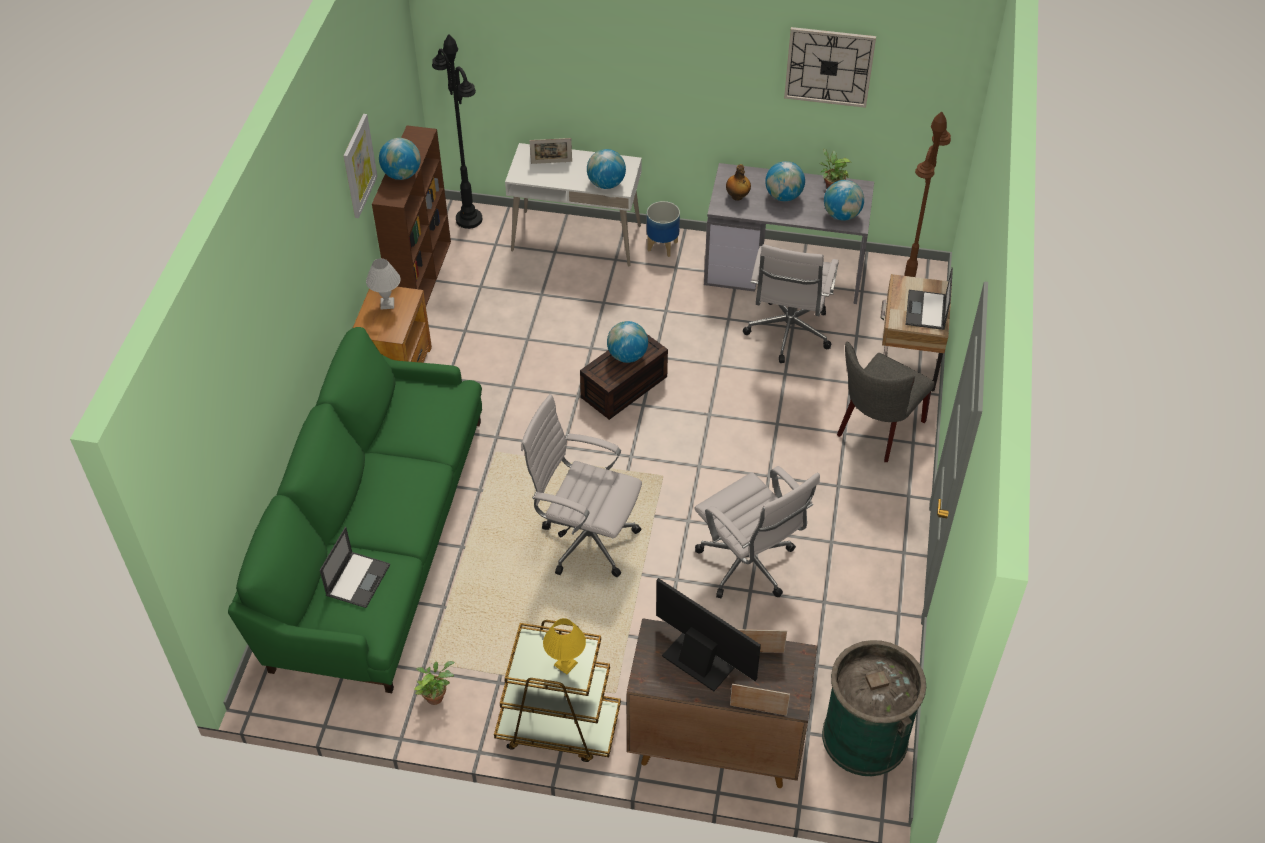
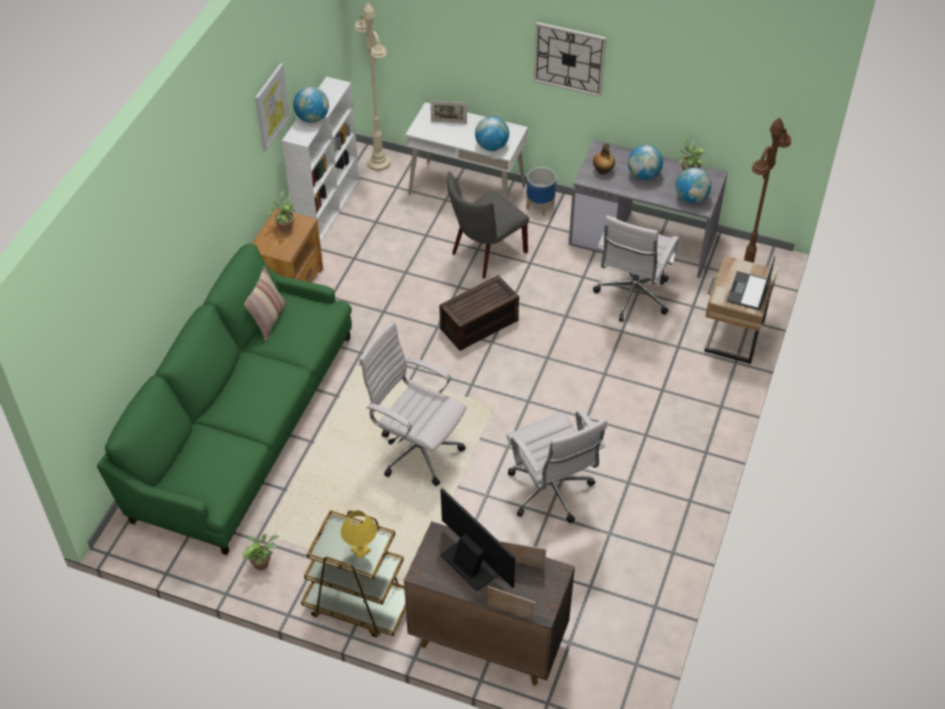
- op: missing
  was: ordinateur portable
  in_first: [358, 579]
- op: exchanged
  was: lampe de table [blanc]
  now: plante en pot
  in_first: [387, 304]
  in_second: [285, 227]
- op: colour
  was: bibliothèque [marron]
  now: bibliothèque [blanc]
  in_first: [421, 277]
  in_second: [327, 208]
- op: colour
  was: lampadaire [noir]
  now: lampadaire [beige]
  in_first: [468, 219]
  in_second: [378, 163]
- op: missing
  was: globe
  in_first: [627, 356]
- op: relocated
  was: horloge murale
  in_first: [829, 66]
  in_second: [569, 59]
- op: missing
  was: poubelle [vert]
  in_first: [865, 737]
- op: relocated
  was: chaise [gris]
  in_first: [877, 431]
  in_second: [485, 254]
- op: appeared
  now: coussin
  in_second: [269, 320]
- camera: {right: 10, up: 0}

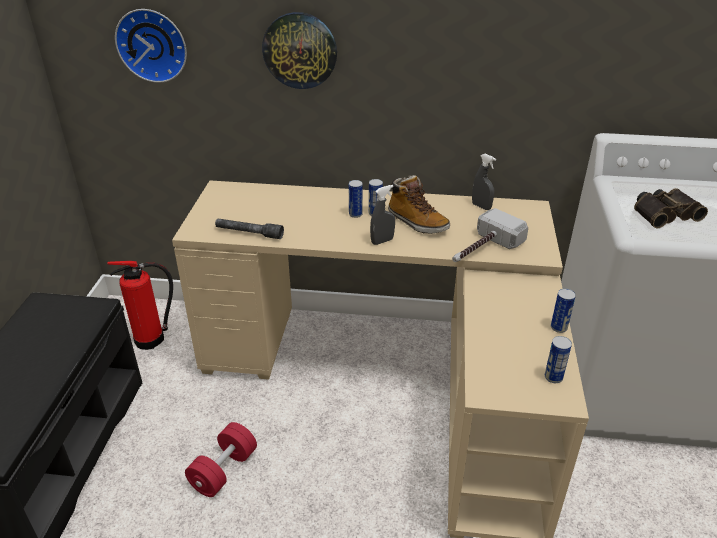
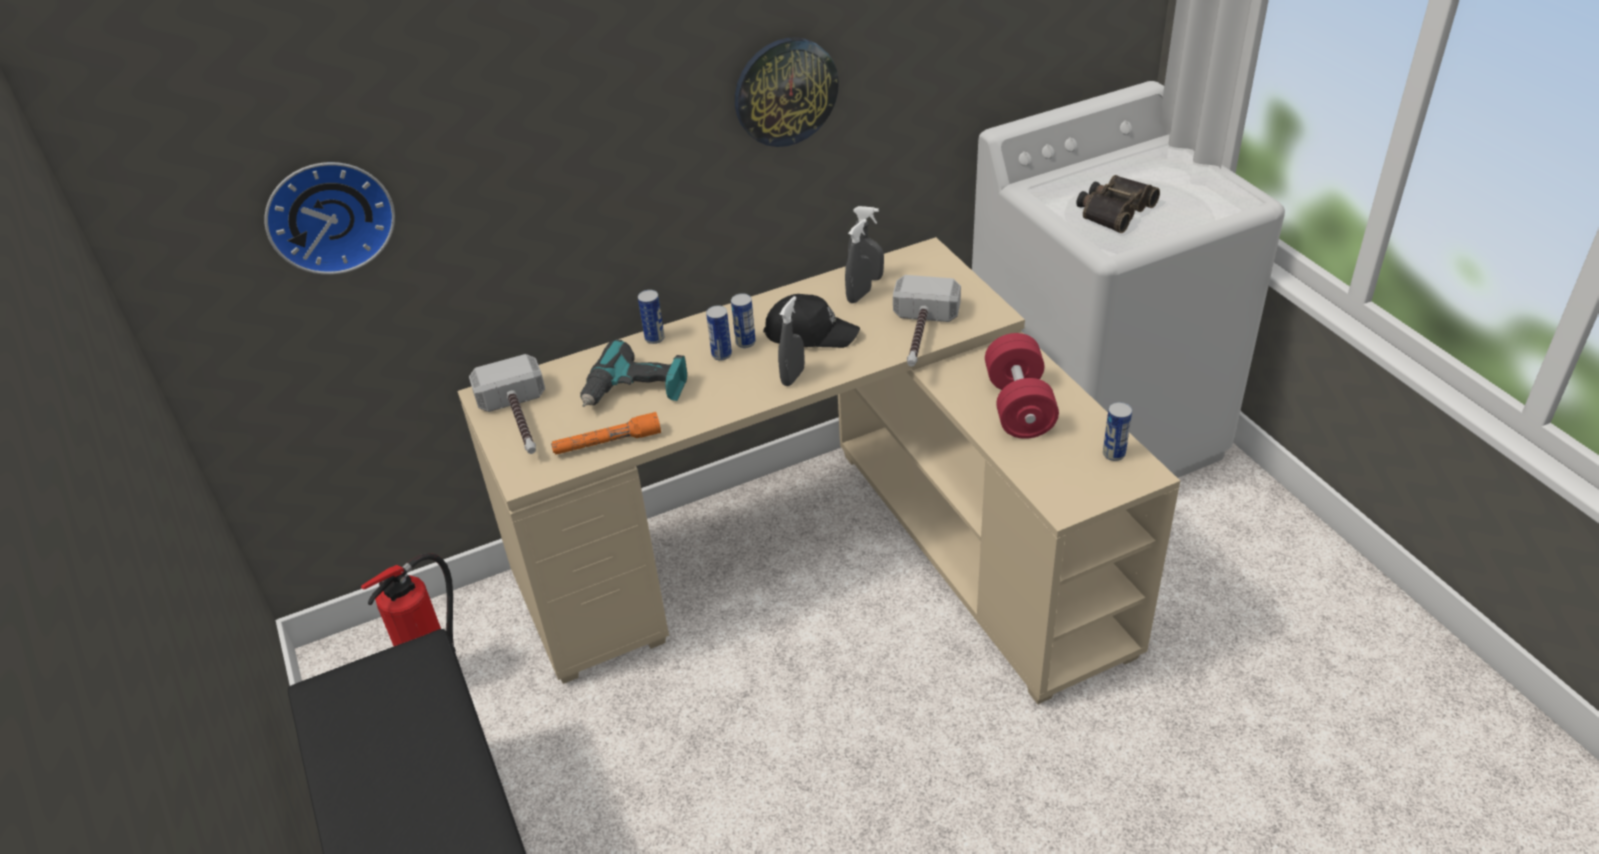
- op: relocated
  was: haltère [rouge]
  in_first: [224, 470]
  in_second: [1019, 406]
- op: colour
  was: lampe de poche [gris]
  now: lampe de poche [orange]
  in_first: [249, 233]
  in_second: [607, 443]
- op: relocated
  was: horloge murale
  in_first: [300, 50]
  in_second: [785, 91]
- op: exchanged
  was: botte
  now: casquette [noir]
  in_first: [417, 222]
  in_second: [810, 333]
- op: relocated
  was: boîte métallique
  in_first: [558, 327]
  in_second: [654, 338]
- op: appeared
  now: marteau
  in_second: [520, 422]
- op: appeared
  now: perceuse
  in_second: [636, 391]
- op: appeared
  now: vaporisateur [gris]
  in_second: [859, 296]
- camera: {right: -30, up: 5}

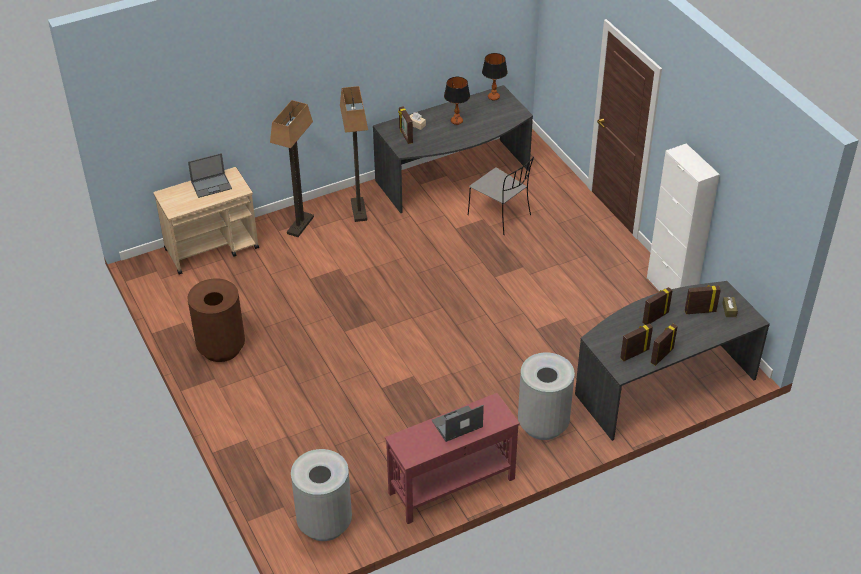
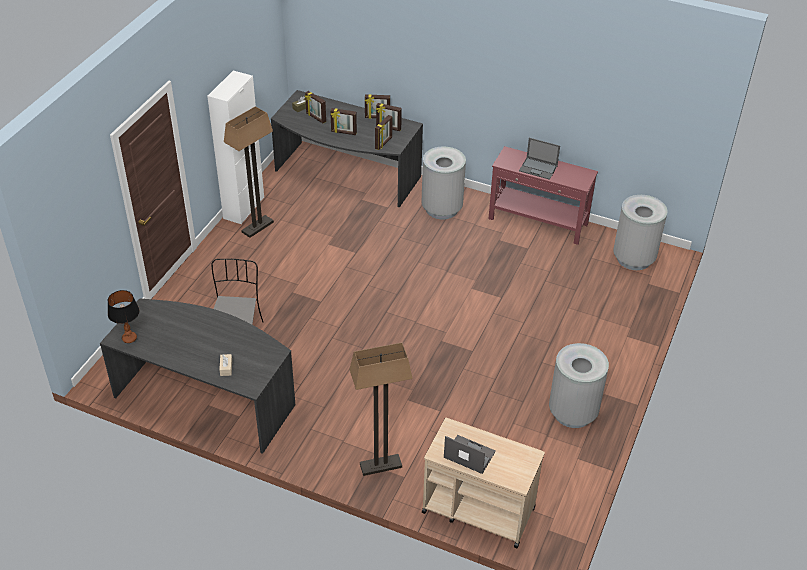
- op: colour
  was: poubelle [marron]
  now: poubelle [gris]
  in_first: [221, 348]
  in_second: [573, 412]
- op: relocated
  was: lampadaire
  in_first: [359, 210]
  in_second: [257, 227]
- op: relocated
  was: cadre photo
  in_first: [405, 136]
  in_second: [384, 143]
- op: missing
  was: lampe de table
  in_first: [456, 121]
- camera: {right: -130, up: 0}

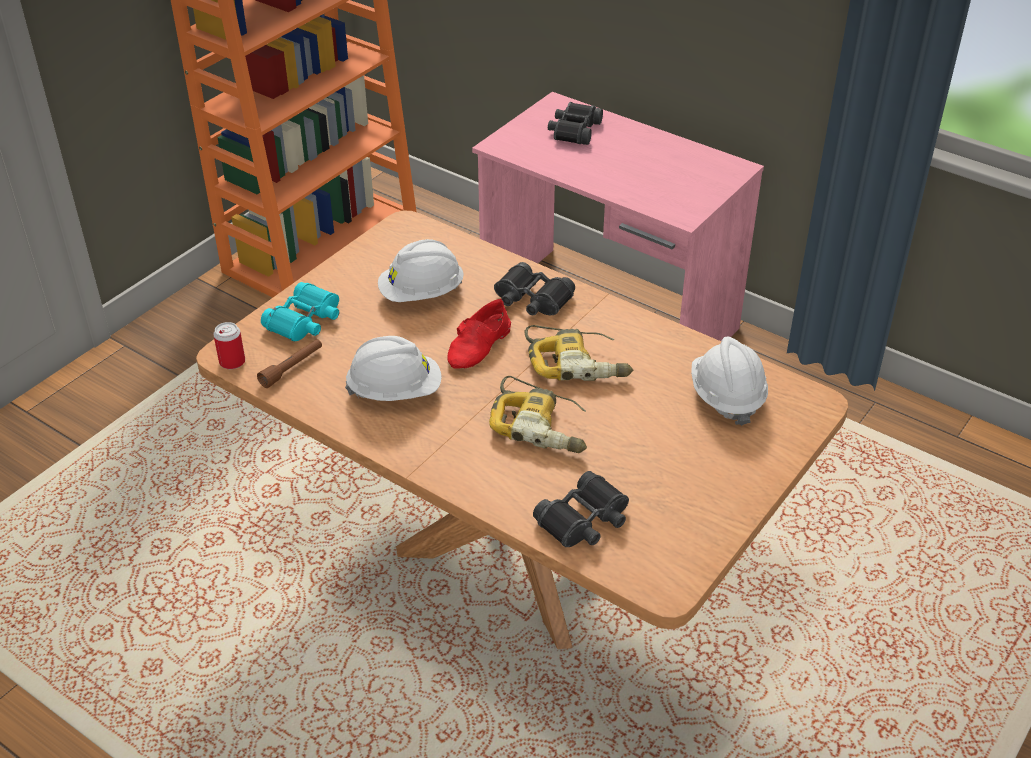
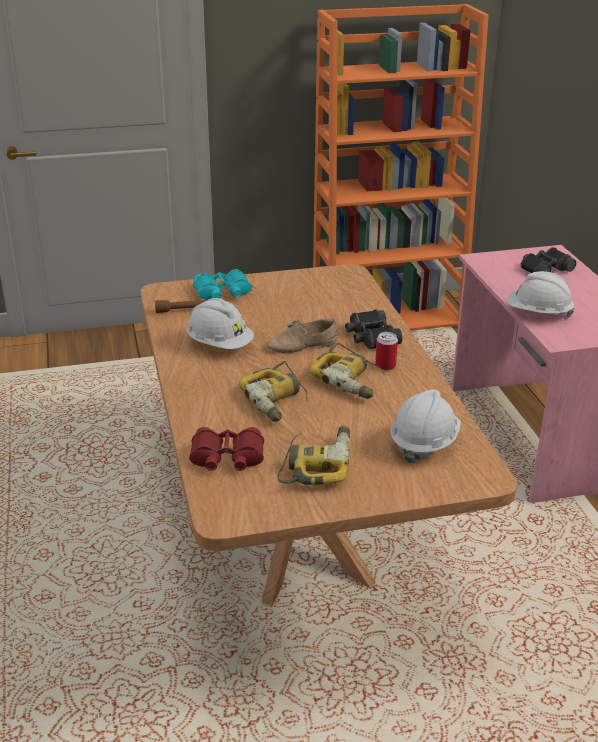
- op: relocated
  was: boîte métallique
  in_first: [232, 362]
  in_second: [385, 365]
- op: relocated
  was: casque de chantier [blanc]
  in_first: [422, 294]
  in_second: [538, 314]
- op: colour
  was: chaussure [rouge]
  now: chaussure [beige]
  in_first: [480, 346]
  in_second: [302, 346]
- op: colour
  was: jumelles [noir]
  now: jumelles [rouge]
  in_first: [584, 520]
  in_second: [227, 458]
- op: appeared
  now: perceuse
  in_second: [316, 463]
- camera: {right: 40, up: -10}

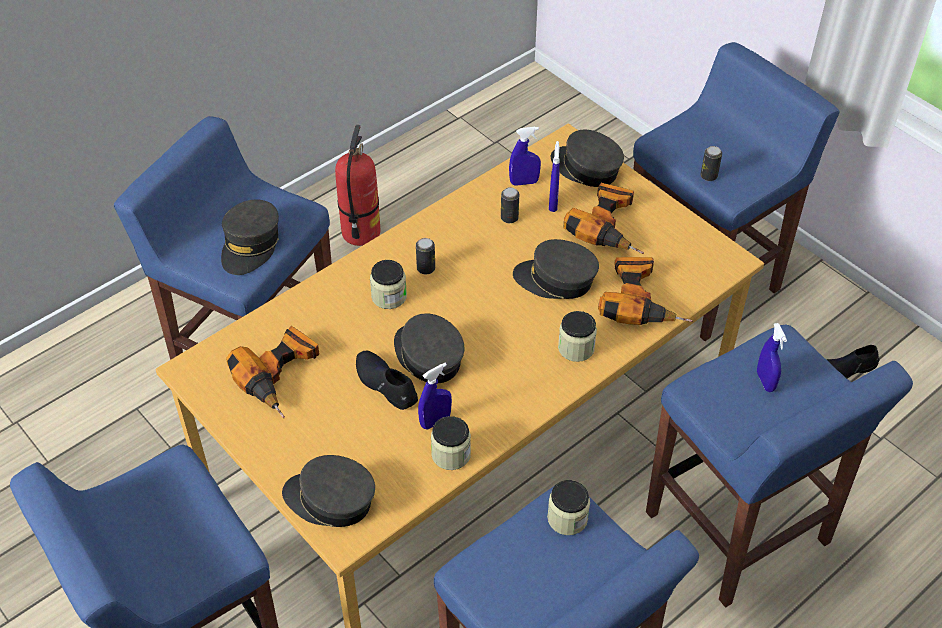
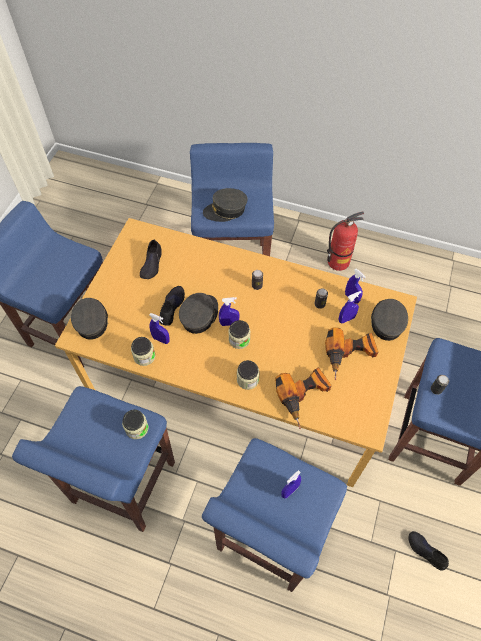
- op: exchanged
  was: perceuse
  now: chaussure [noir]
  in_first: [281, 376]
  in_second: [151, 264]
- op: relocated
  was: bocal
  in_first: [389, 296]
  in_second: [239, 340]
- op: missing
  was: casquette [gris]
  in_first: [556, 280]
- op: appeared
  now: vaporisateur [bleu]
  in_second: [229, 323]
- camera: {right: 60, up: 10}

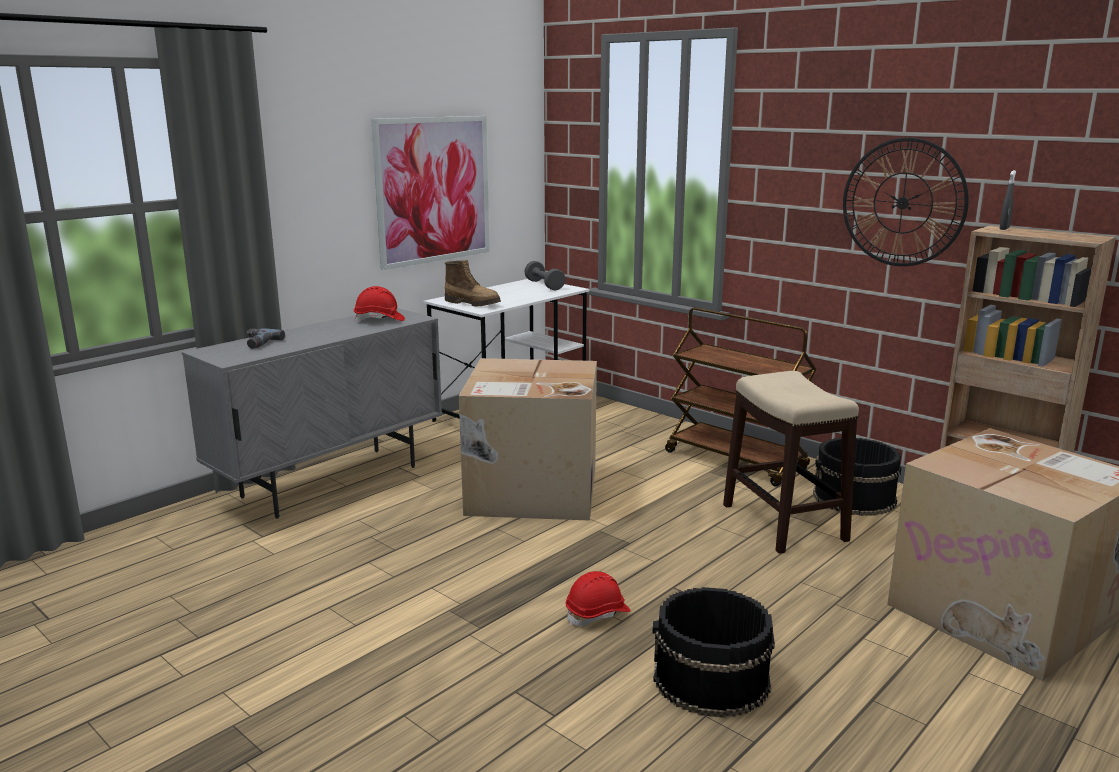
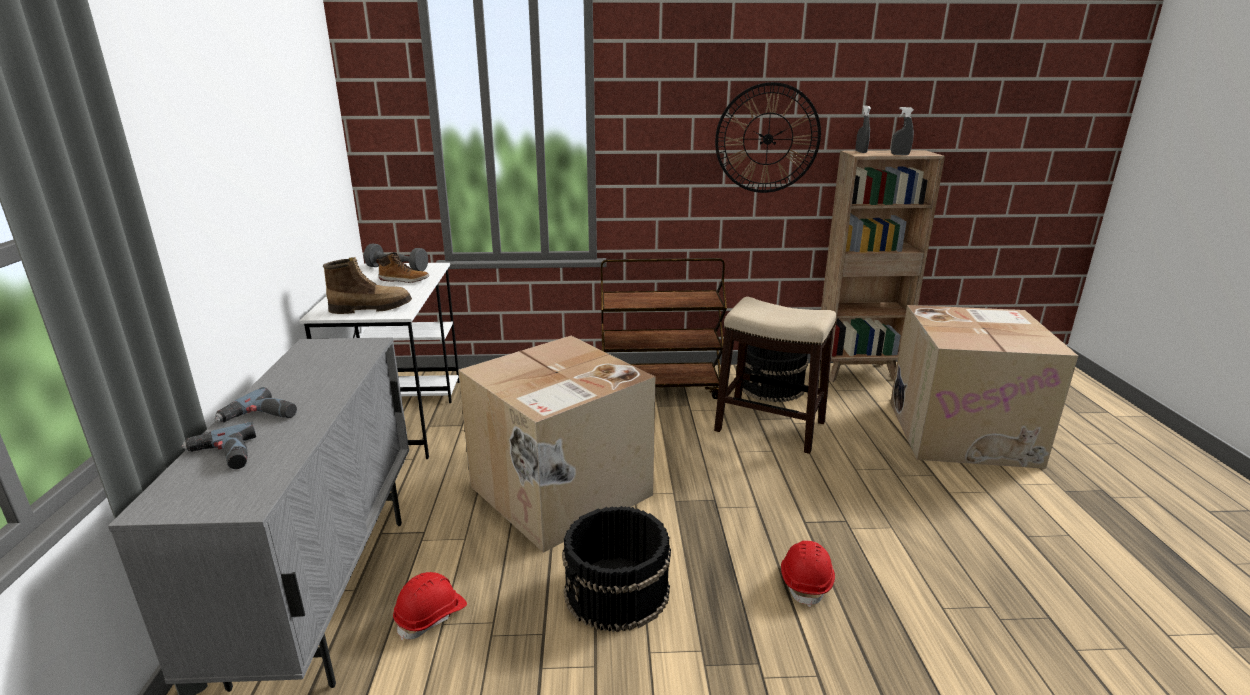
- op: relocated
  was: casque de chantier [rouge]
  in_first: [379, 320]
  in_second: [431, 616]
- op: missing
  was: tableau
  in_first: [433, 190]
- op: relocated
  was: seau [noir]
  in_first: [711, 680]
  in_second: [617, 592]
- op: appeared
  now: perceuse
  in_second: [260, 417]
- op: appeared
  now: botte
  in_second: [404, 280]
- op: appeared
  now: vaporisateur [gris]
  in_second: [900, 154]
- camera: {right: -45, up: 5}

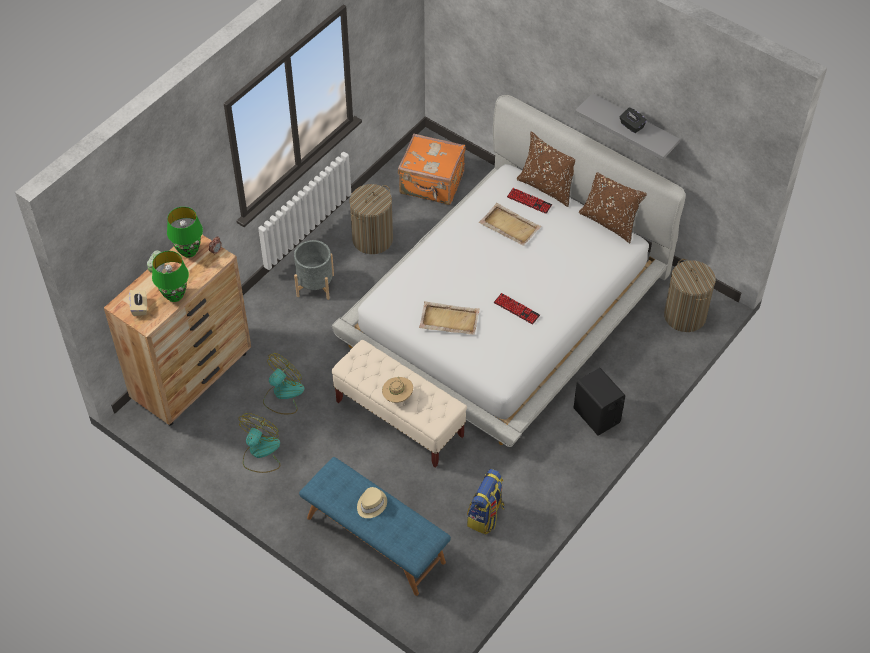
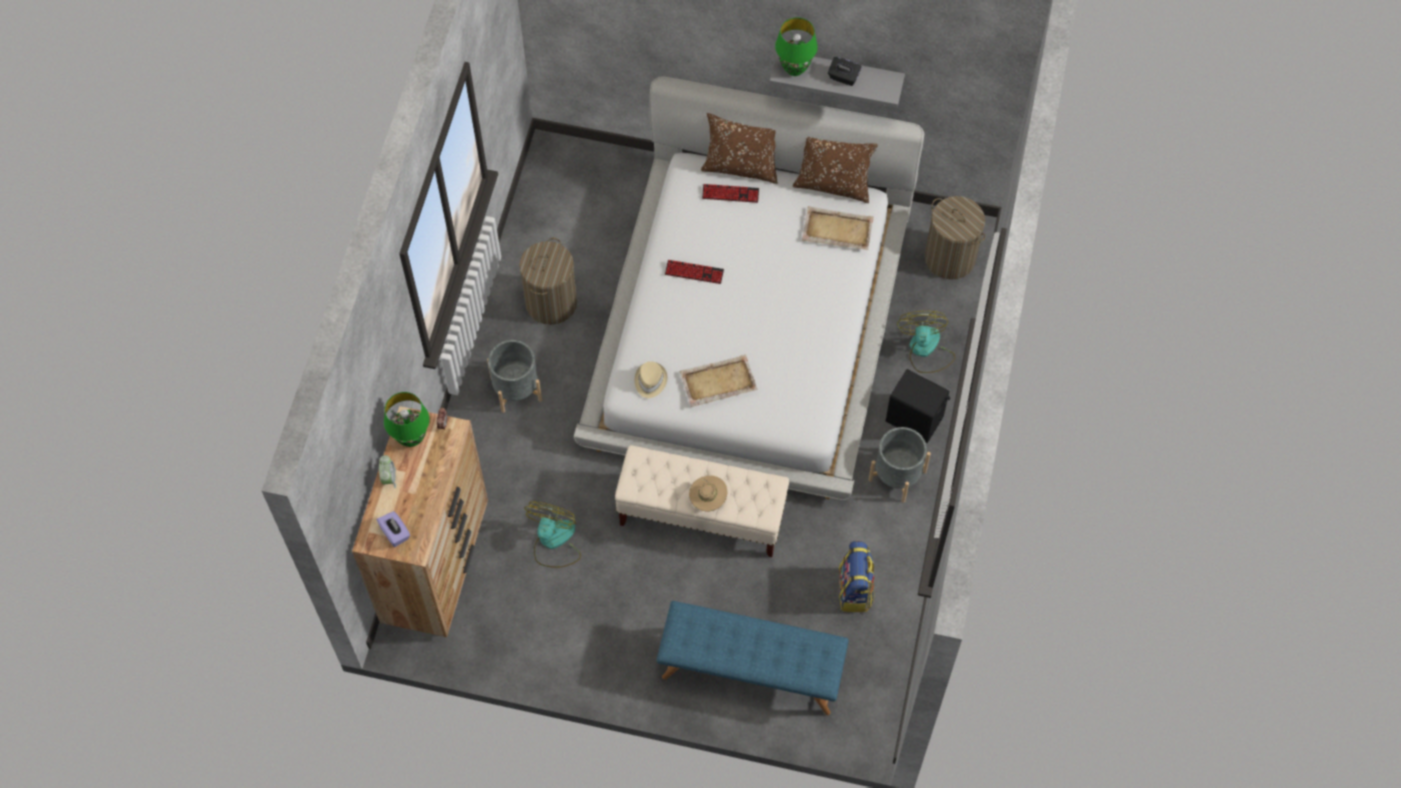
- op: colour
  was: boîte à mouchoirs [beige]
  now: boîte à mouchoirs [violet]
  in_first: [140, 307]
  in_second: [395, 533]
- op: relocated
  was: lampe de table [vert]
  in_first: [175, 296]
  in_second: [795, 69]
- op: relocated
  was: ventilateur
  in_first: [260, 453]
  in_second: [925, 350]
- op: relocated
  was: chapeau [beige]
  in_first: [371, 504]
  in_second: [650, 381]
- op: missing
  was: valise [orange]
  in_first: [432, 184]
- op: relocated
  was: plateau [beige]
  in_first: [509, 225]
  in_second: [836, 229]
- op: relocated
  was: clavier
  in_first: [516, 309]
  in_second: [694, 272]
- op: appeared
  now: cache-pot [gris]
  in_second: [897, 475]
- camera: {right: -25, up: 10}

